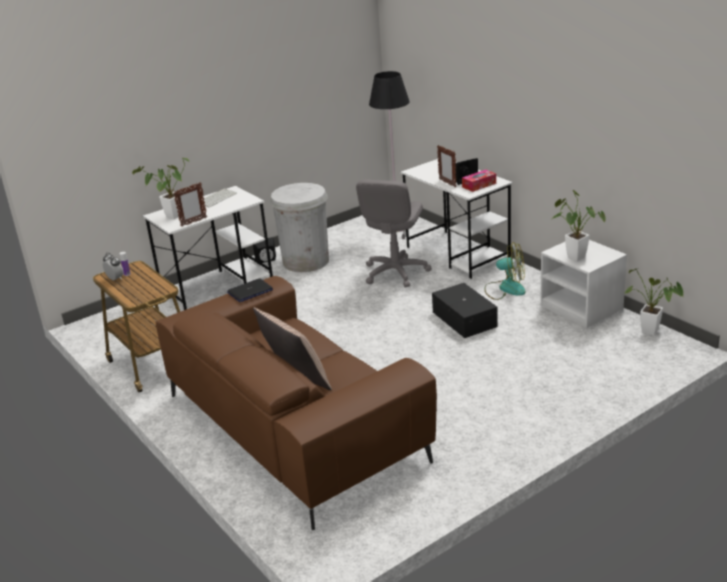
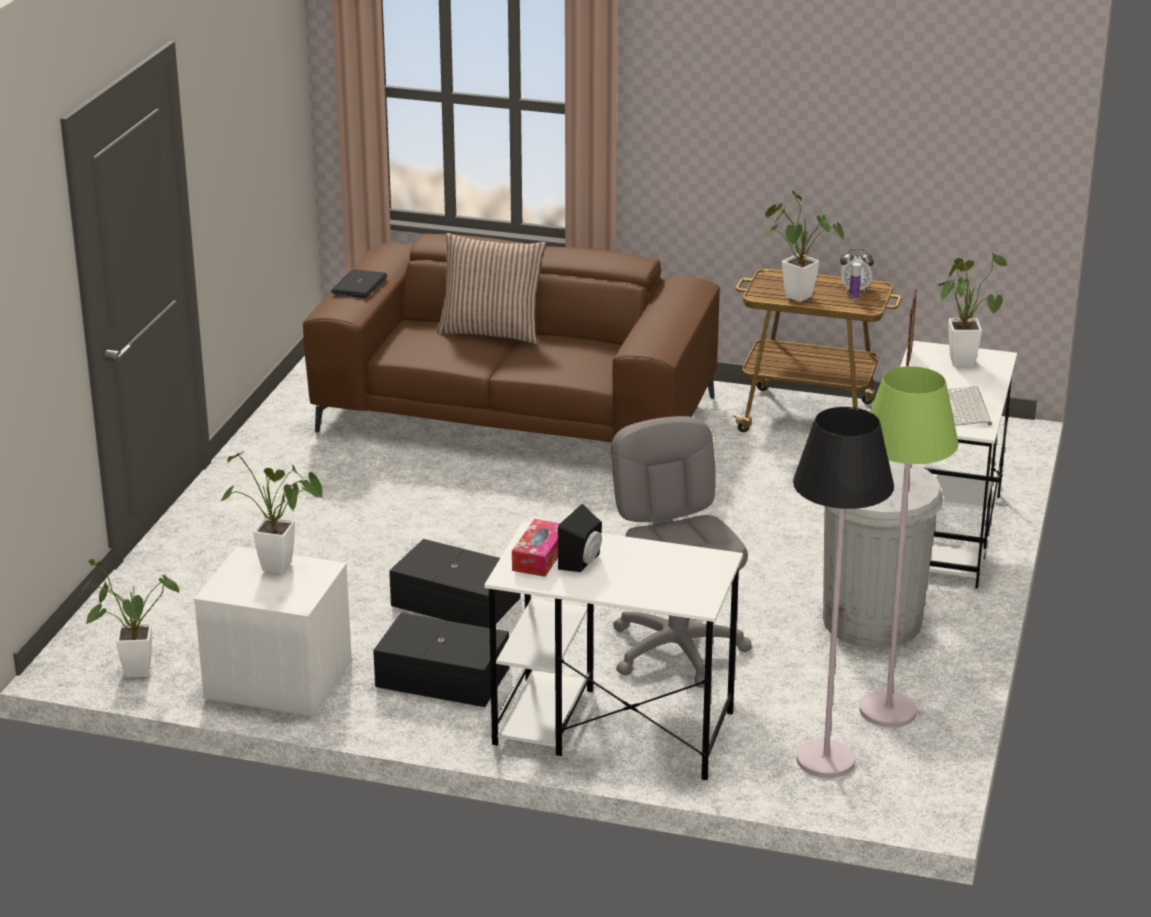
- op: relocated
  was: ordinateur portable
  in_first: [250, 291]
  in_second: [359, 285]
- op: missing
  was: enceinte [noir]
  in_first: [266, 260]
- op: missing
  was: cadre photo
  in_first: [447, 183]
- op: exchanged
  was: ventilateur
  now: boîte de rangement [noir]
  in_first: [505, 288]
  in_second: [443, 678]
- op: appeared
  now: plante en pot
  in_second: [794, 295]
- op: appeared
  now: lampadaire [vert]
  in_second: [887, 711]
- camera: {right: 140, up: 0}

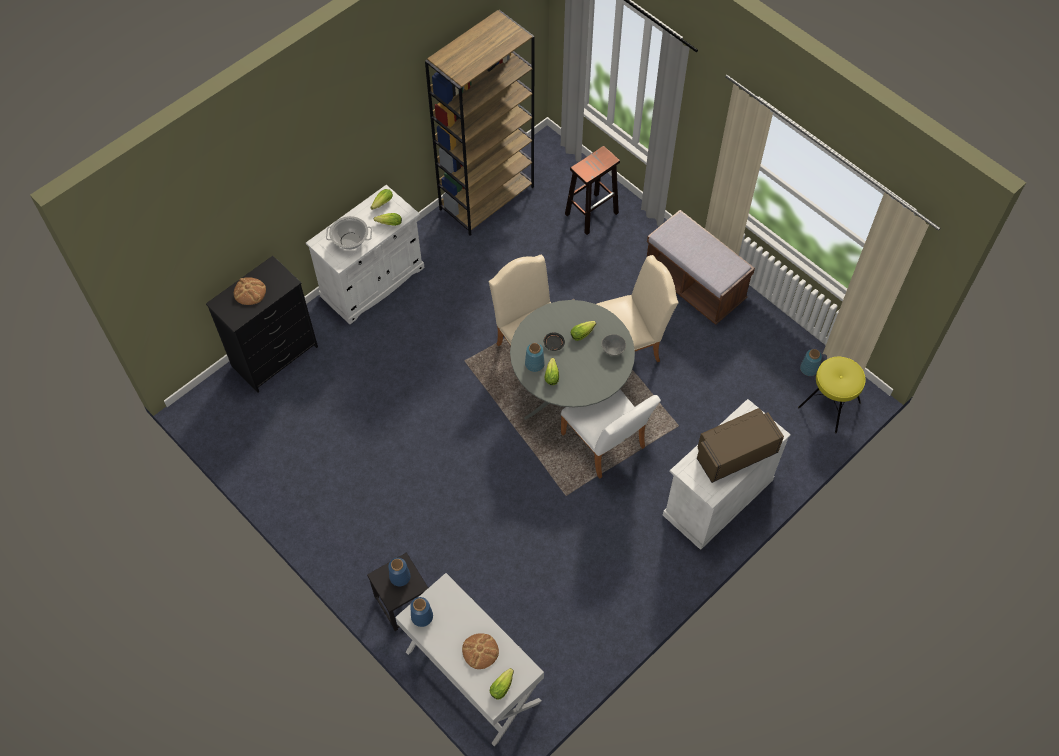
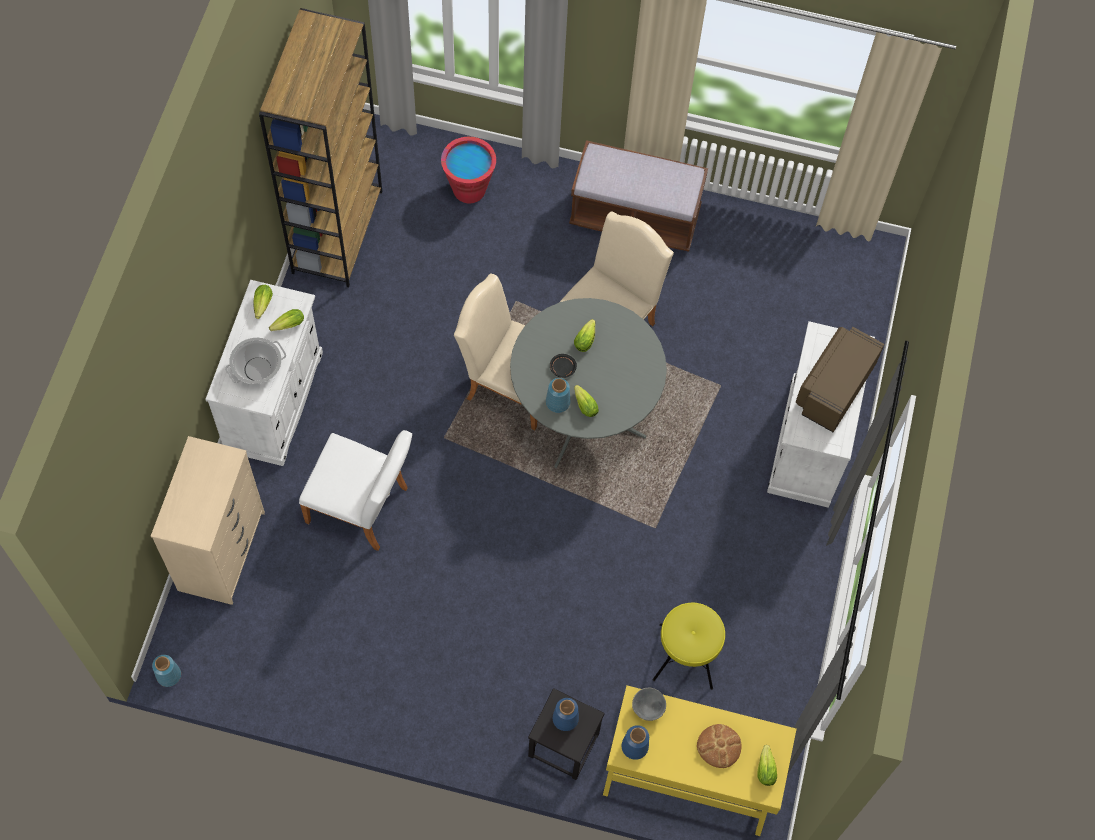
- op: colour
  was: commode [noir]
  now: commode [beige]
  in_first: [275, 356]
  in_second: [222, 551]
- op: missing
  was: pain
  in_first: [249, 292]
- op: colour
  was: table console [blanc]
  now: table console [jaune]
  in_first: [472, 676]
  in_second: [689, 778]
- op: relocated
  was: chaise [blanc]
  in_first: [606, 444]
  in_second: [363, 508]
- op: exchanged
  was: tabouret [marron]
  now: seau [rouge]
  in_first: [592, 213]
  in_second: [469, 189]
- op: relocated
  was: bol [gris]
  in_first: [613, 351]
  in_second: [648, 709]
- op: relocated
  was: tabouret [jaune]
  in_first: [830, 405]
  in_second: [686, 656]
- op: relocated
  was: vase [bleu]
  in_first: [809, 368]
  in_second: [169, 674]
- camera: {right: -35, up: 5}

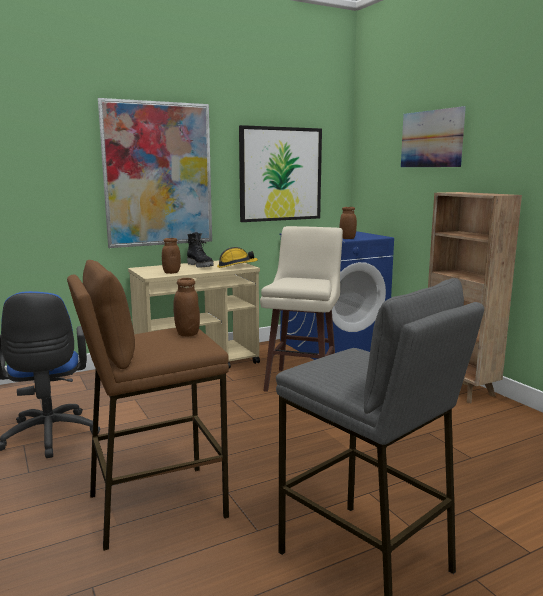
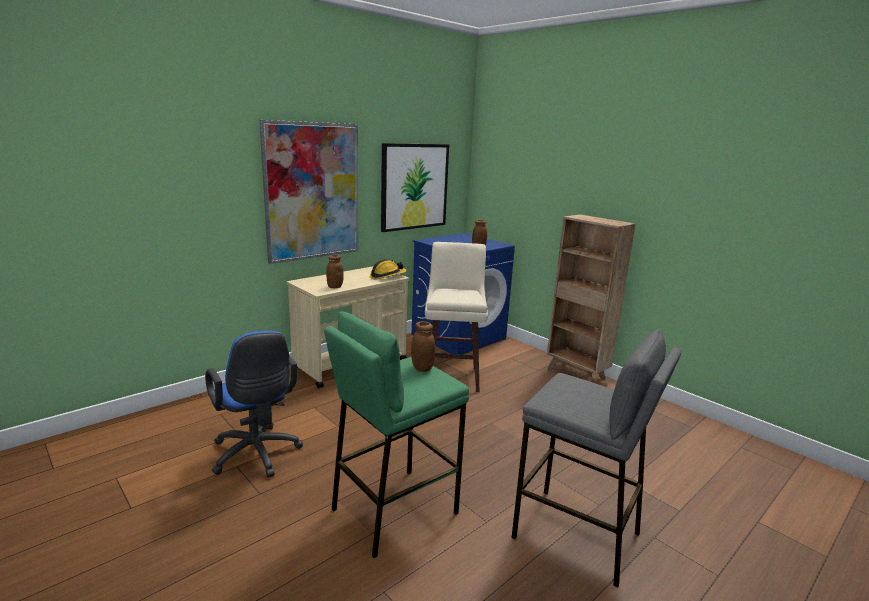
- op: colour
  was: tabouret [marron]
  now: tabouret [vert]
  in_first: [156, 505]
  in_second: [393, 510]
- op: missing
  was: botte [noir]
  in_first: [201, 266]
- op: missing
  was: tableau
  in_first: [431, 139]
- camera: {right: -15, up: 5}

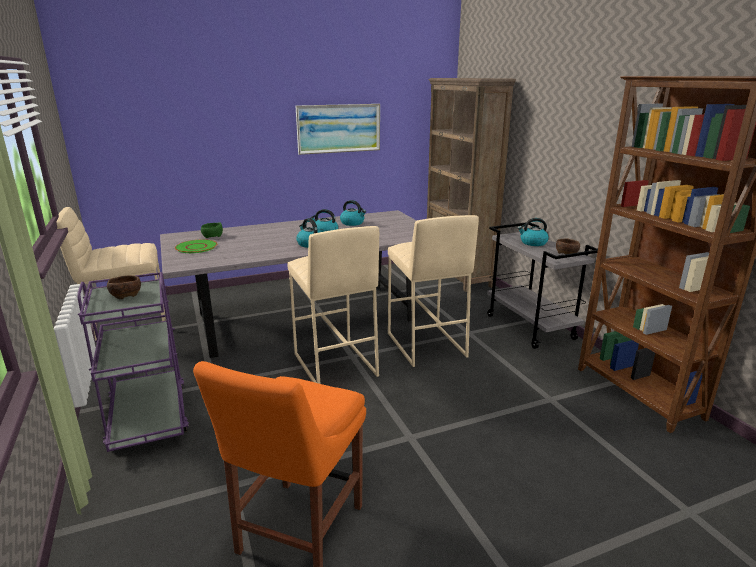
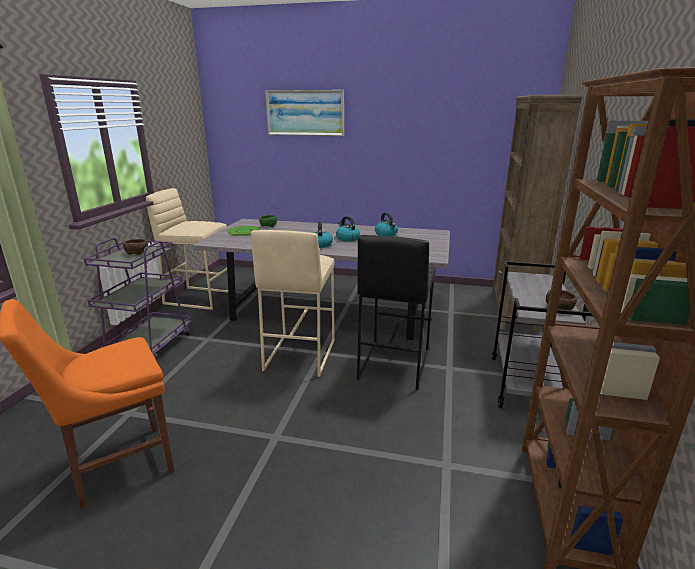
- op: relocated
  was: tableau
  in_first: [338, 128]
  in_second: [305, 113]
- op: colour
  was: tabouret [beige]
  now: tabouret [noir]
  in_first: [425, 345]
  in_second: [393, 365]
- op: missing
  was: bouilloire
  in_first: [533, 243]
- camera: {right: 35, up: 0}

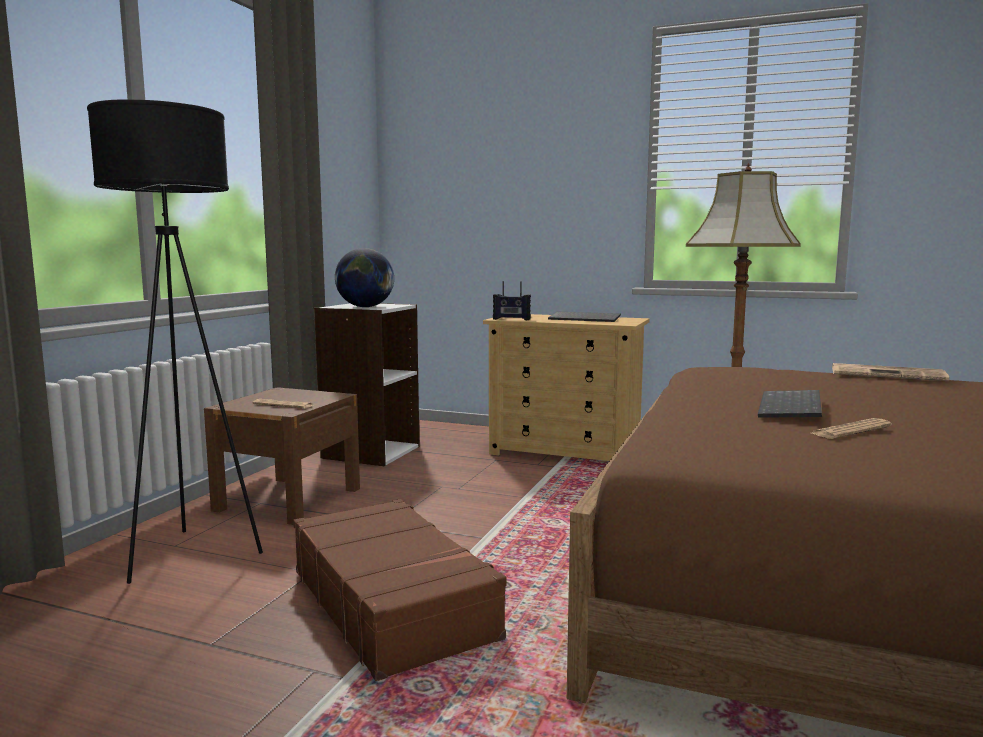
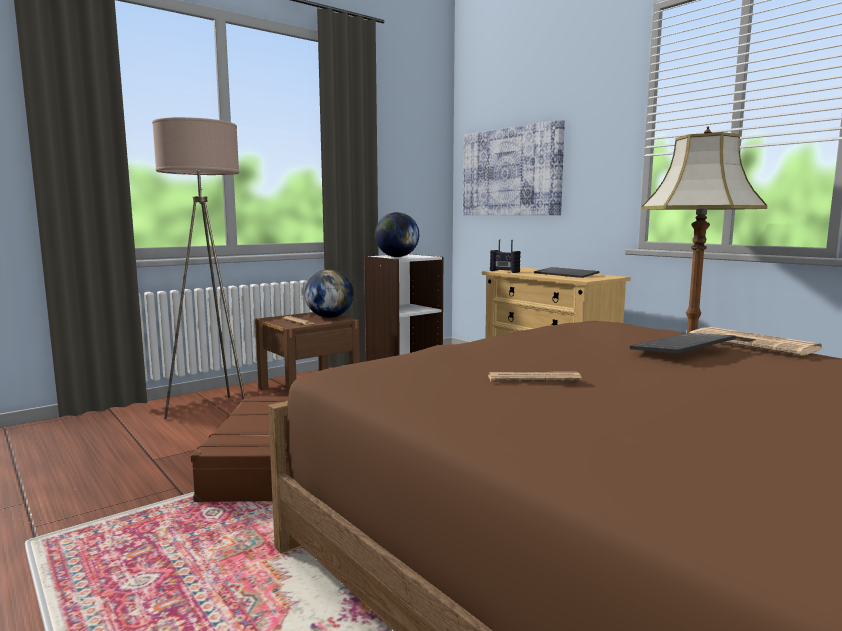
- op: colour
  was: lampadaire [noir]
  now: lampadaire [beige]
  in_first: [192, 555]
  in_second: [214, 410]
- op: relocated
  was: clavier
  in_first: [792, 408]
  in_second: [684, 347]
- op: appeared
  now: globe
  in_second: [329, 317]
- op: appeared
  now: tableau
  in_second: [512, 172]
- camera: {right: 30, up: 0}

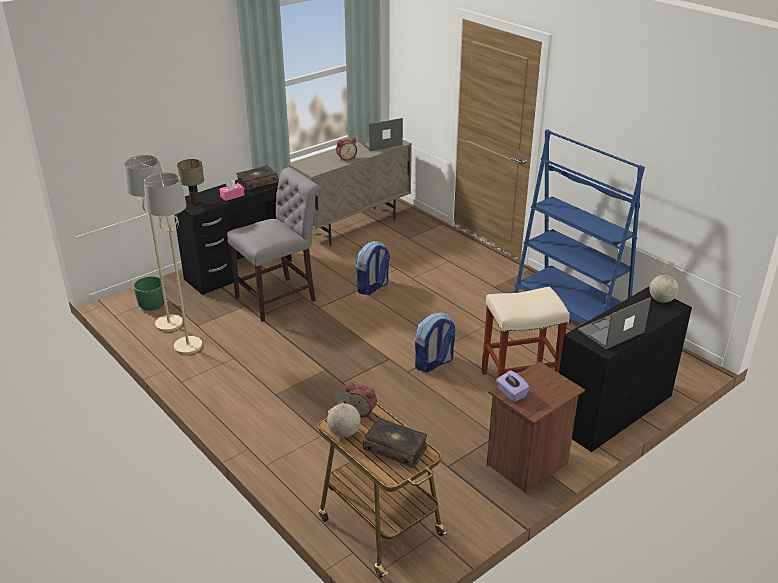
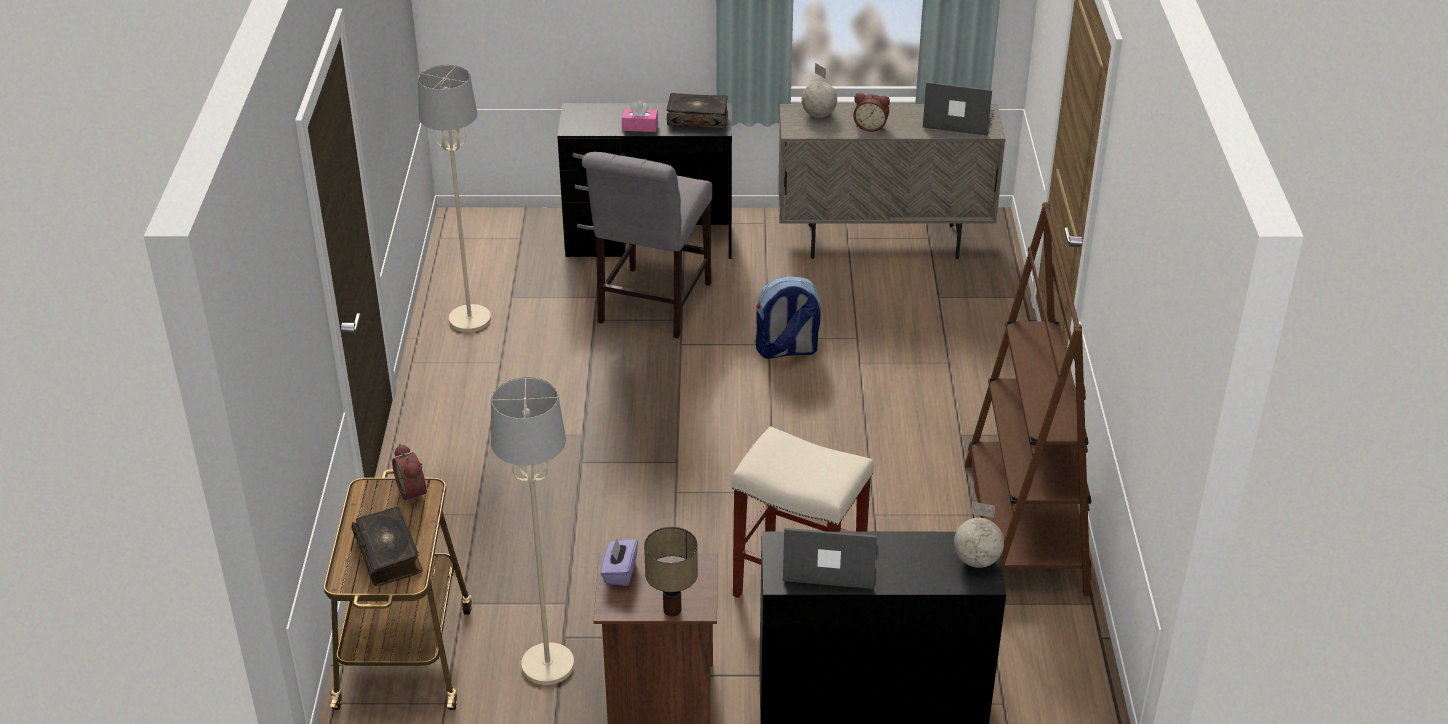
- op: relocated
  was: lampadaire [beige]
  in_first: [168, 324]
  in_second: [547, 665]
- op: missing
  was: cache-pot [vert]
  in_first: [152, 305]
- op: relocated
  was: lampe de table
  in_first: [195, 202]
  in_second: [673, 610]
- op: spun
  was: chaise [gris]
  in_first: [280, 297]
  in_second: [651, 306]
  clockwise: 105
- op: relocated
  was: globe
  in_first: [344, 433]
  in_second: [818, 115]
- op: missing
  was: sac à dos
  in_first: [433, 363]
- op: colour
  was: bibliothèque [bleu]
  now: bibliothèque [marron]
  in_first: [570, 310]
  in_second: [1024, 528]
- camera: {right: 40, up: 5}

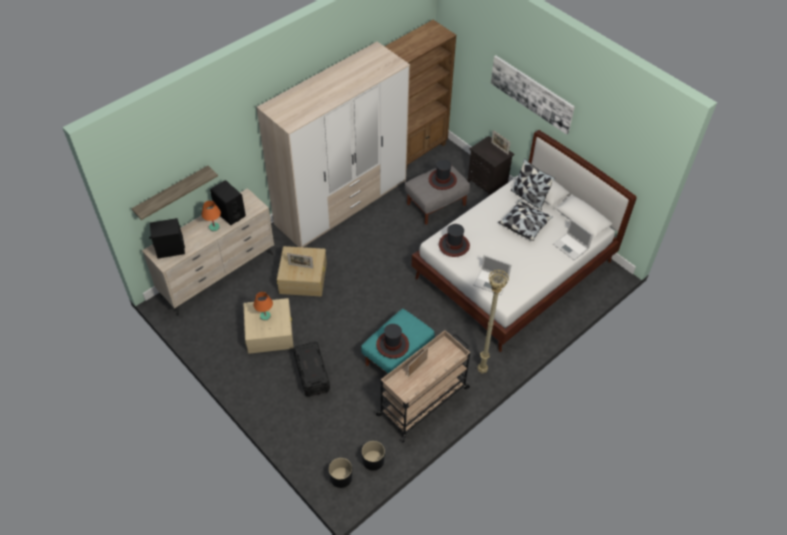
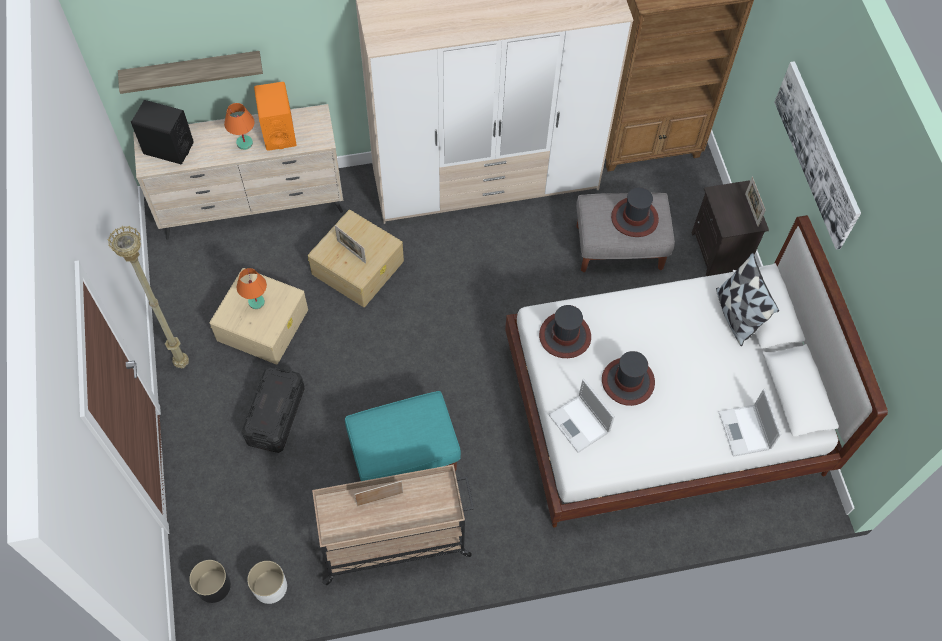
- op: colour
  was: enceinte [noir]
  now: enceinte [orange]
  in_first: [230, 213]
  in_second: [278, 132]
- op: colour
  was: cache-pot [noir]
  now: cache-pot [blanc]
  in_first: [373, 460]
  in_second: [270, 587]
- op: relocated
  was: chapeau
  in_first: [392, 345]
  in_second: [628, 382]
- op: relocated
  was: lampadaire [beige]
  in_first: [482, 370]
  in_second: [182, 362]
- op: missing
  was: coussin
  in_first: [524, 224]
- camera: {right: 30, up: 10}

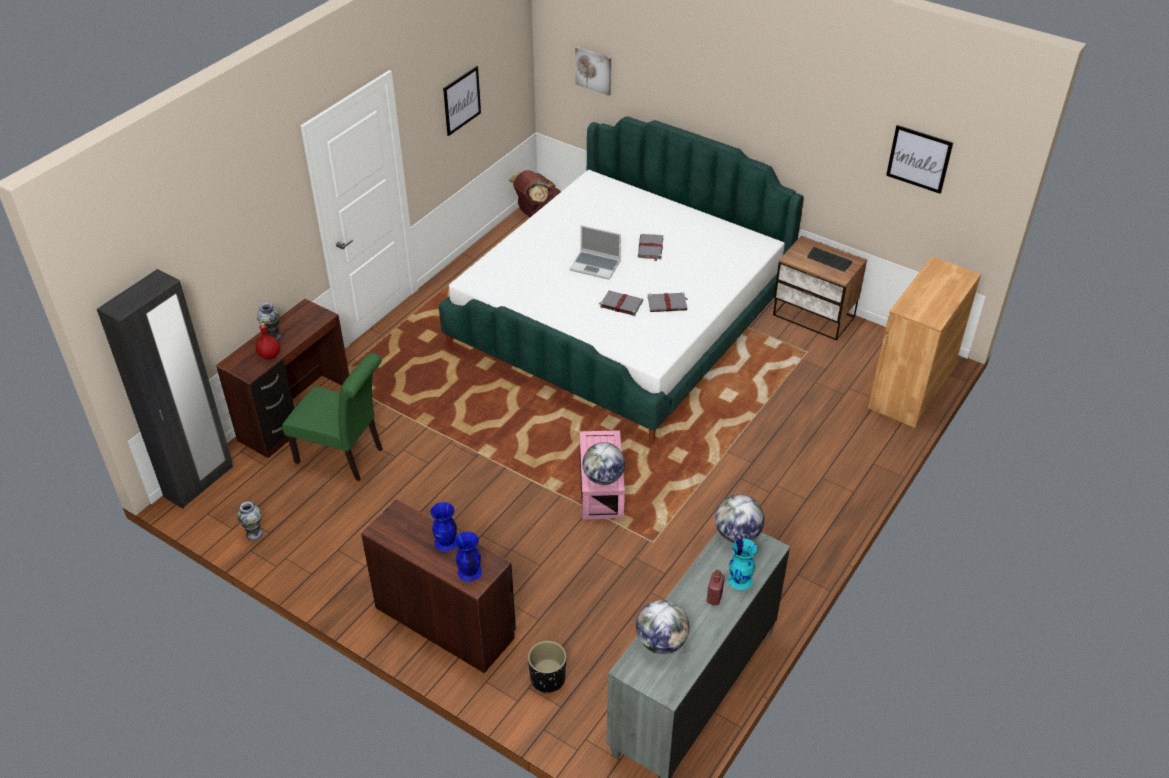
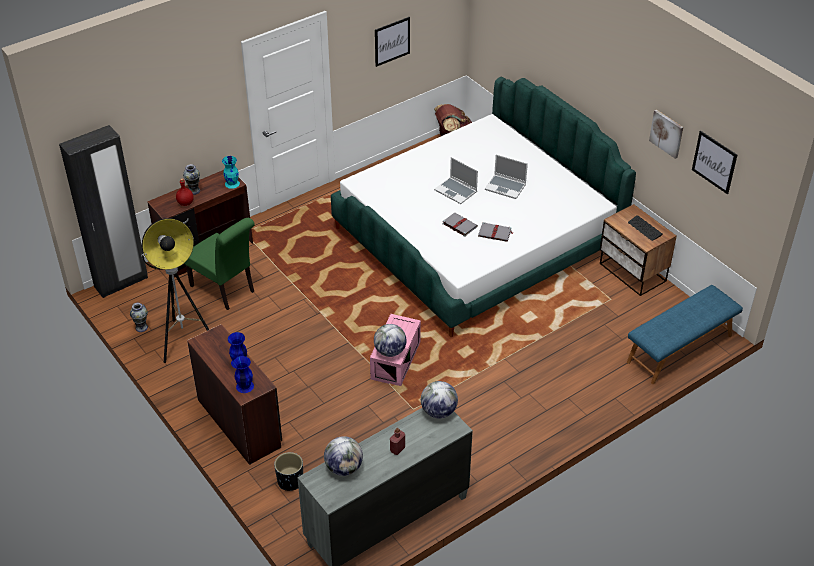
- op: relocated
  was: tableau
  in_first: [594, 70]
  in_second: [667, 133]
- op: exchanged
  was: livre [gris]
  now: ordinateur portable
  in_first: [650, 248]
  in_second: [506, 187]
- op: relocated
  was: vase [turquoise]
  in_first: [740, 579]
  in_second: [232, 183]
- op: exchanged
  was: meuble de rangement [marron]
  now: banc [bleu]
  in_first: [911, 389]
  in_second: [680, 349]
- op: appeared
  now: lampadaire
  in_second: [184, 341]
- camera: {right: 20, up: 0}

